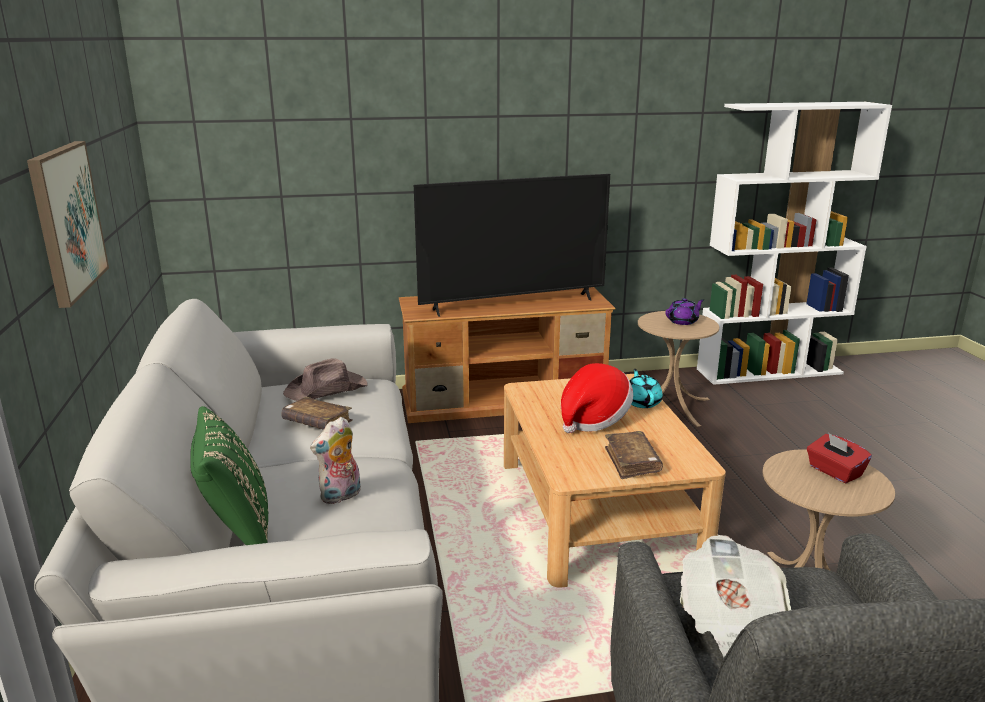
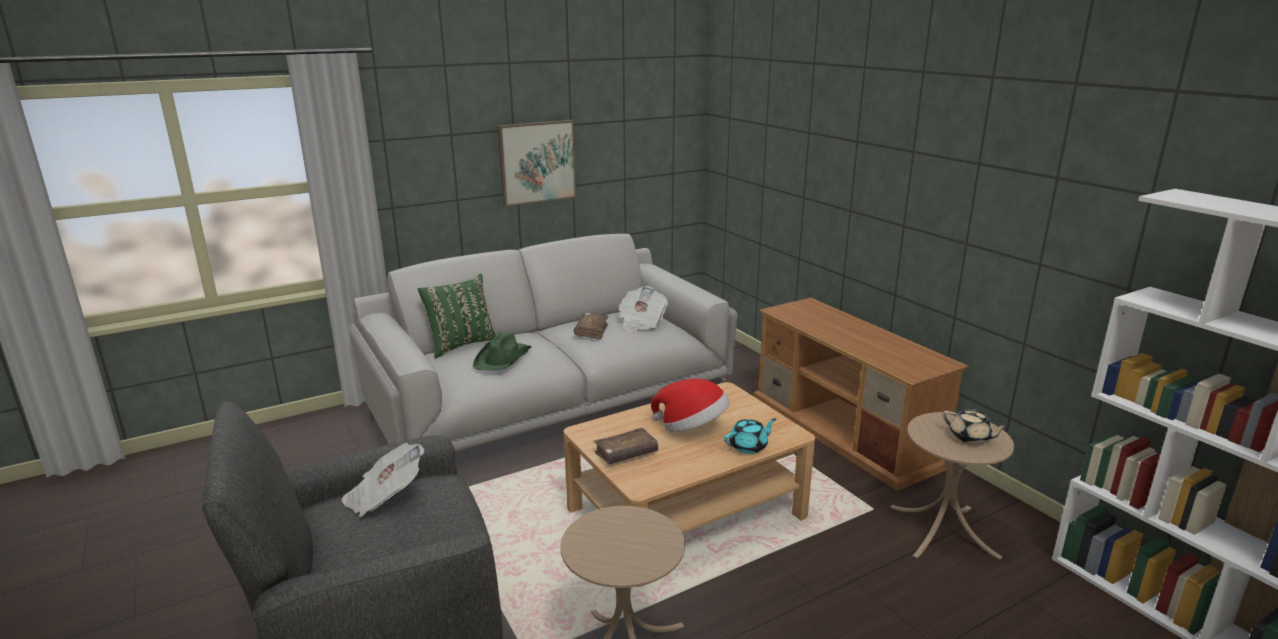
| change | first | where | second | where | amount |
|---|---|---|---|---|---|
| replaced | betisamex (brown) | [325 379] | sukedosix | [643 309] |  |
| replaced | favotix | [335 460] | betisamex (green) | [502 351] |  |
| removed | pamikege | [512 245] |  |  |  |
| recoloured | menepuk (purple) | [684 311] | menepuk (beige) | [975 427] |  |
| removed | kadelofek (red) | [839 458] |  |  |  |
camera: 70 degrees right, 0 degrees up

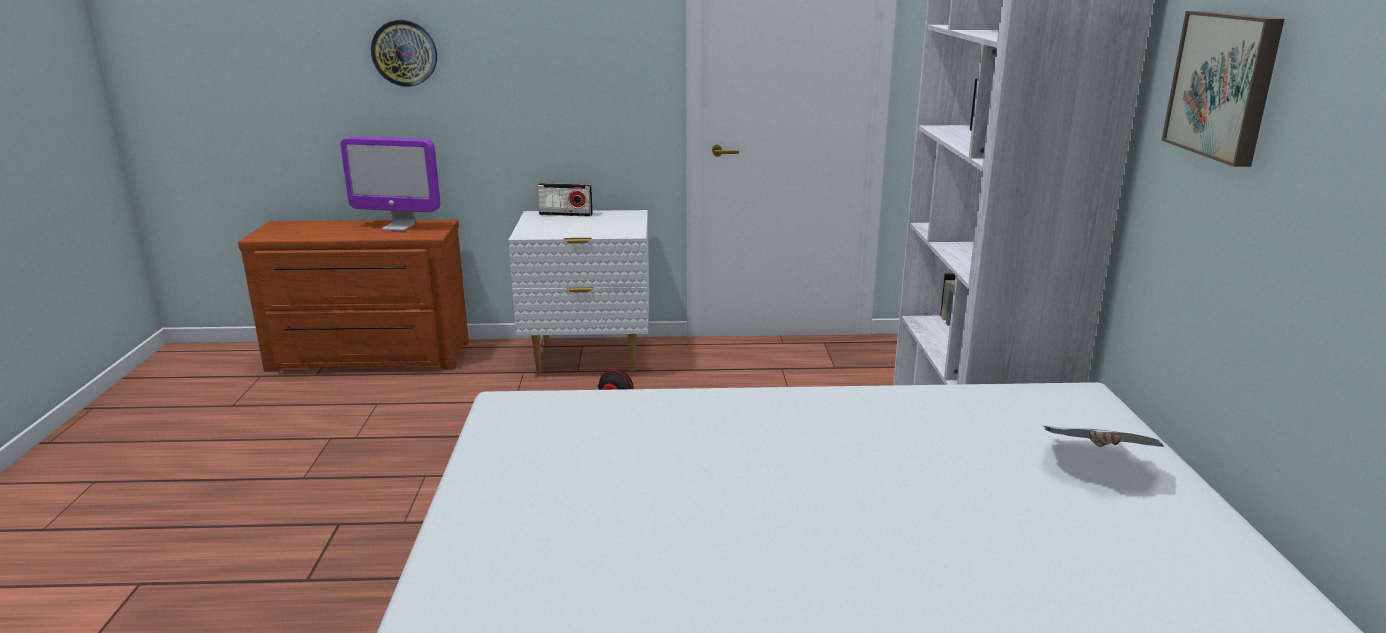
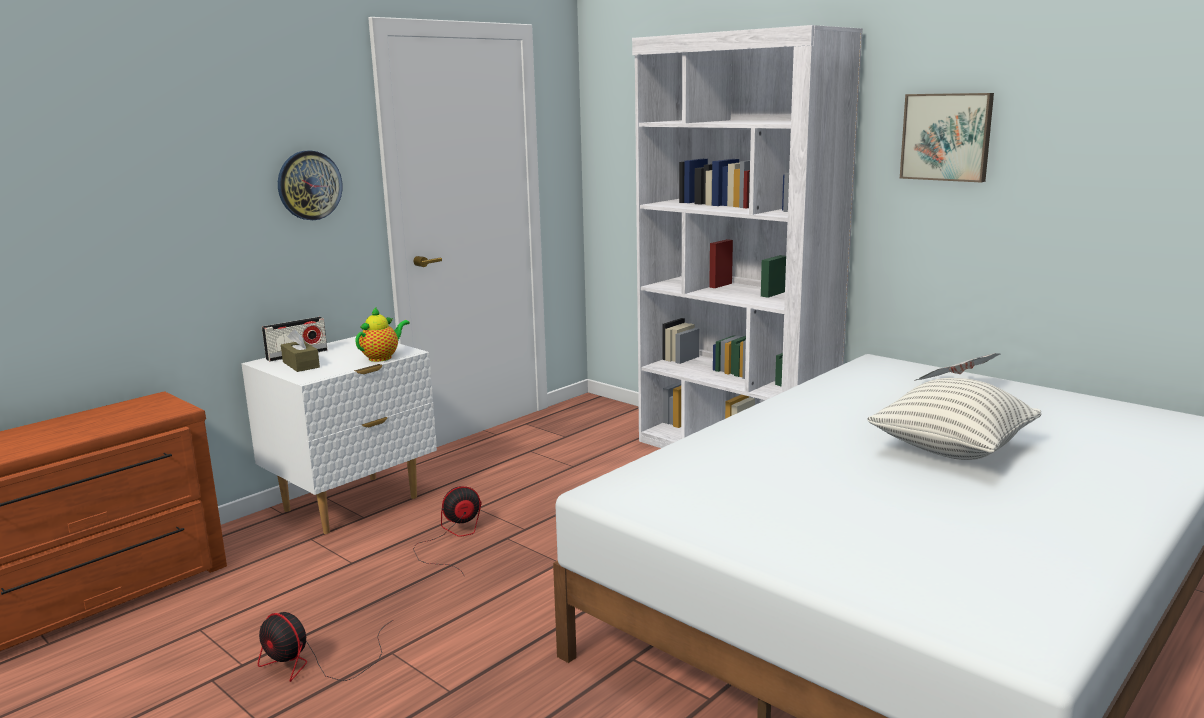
| change | first | where | second | where | amount |
|---|---|---|---|---|---|
| removed | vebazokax | [390 184] |  |  |  |
| moved | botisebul | [404 53] |  | [310 185] |  |
| added |  |  | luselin | [325 647] |  |
| added |  |  | kadelofek (brown) | [300 350] |  |
| added |  |  | menepuk | [382 335] |  |
| added |  |  | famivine | [954 419] |  |
camera: 45 degrees left, 5 degrees down

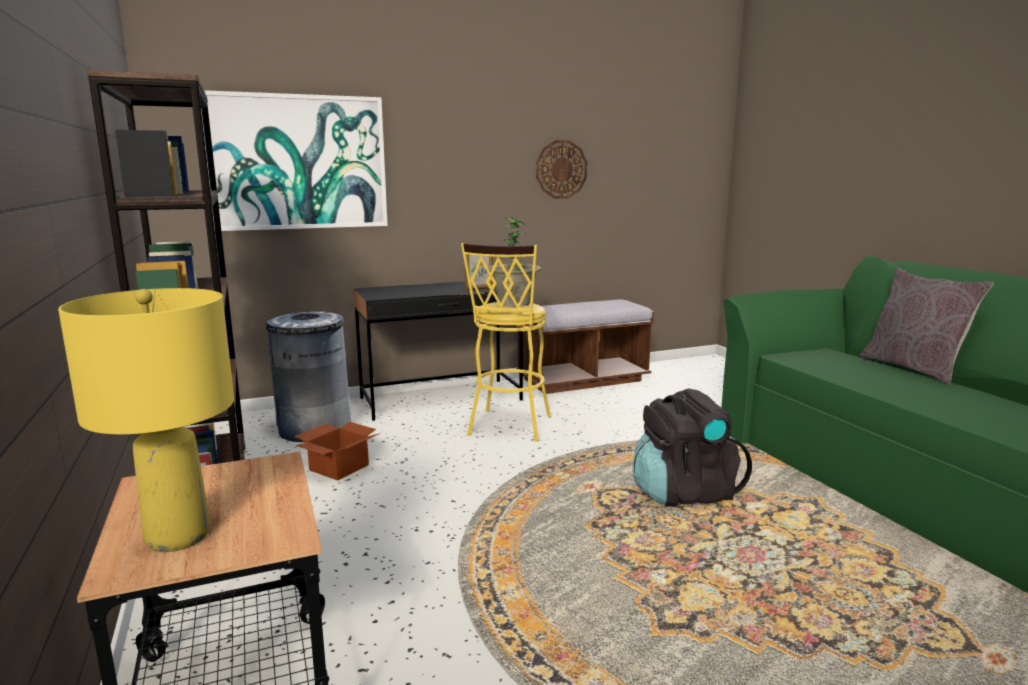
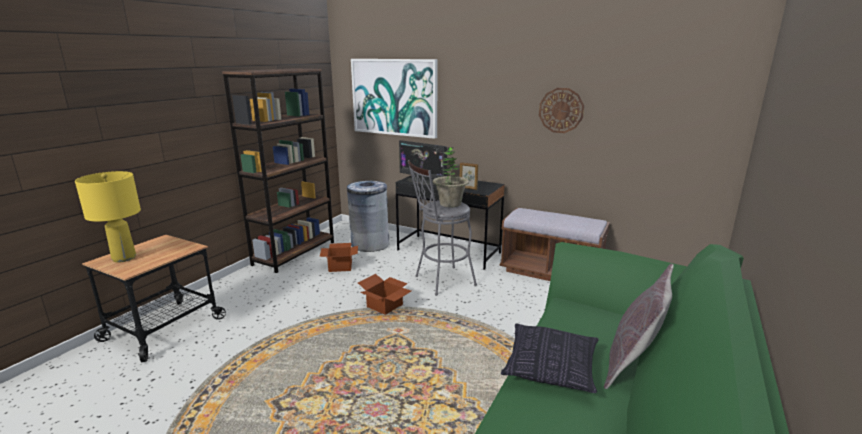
| change | first | where | second | where | amount |
|---|---|---|---|---|---|
| recoloured | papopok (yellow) | [506 342] | papopok (grey) | [442 228] |  |
| removed | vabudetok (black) | [692 447] |  |  |  |
| added |  |  | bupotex | [384 294] |  |
| added |  |  | vebazokax | [423 162] |  |
| added |  |  | famivine | [550 358] |  |
camera: 50 degrees right, 5 degrees up

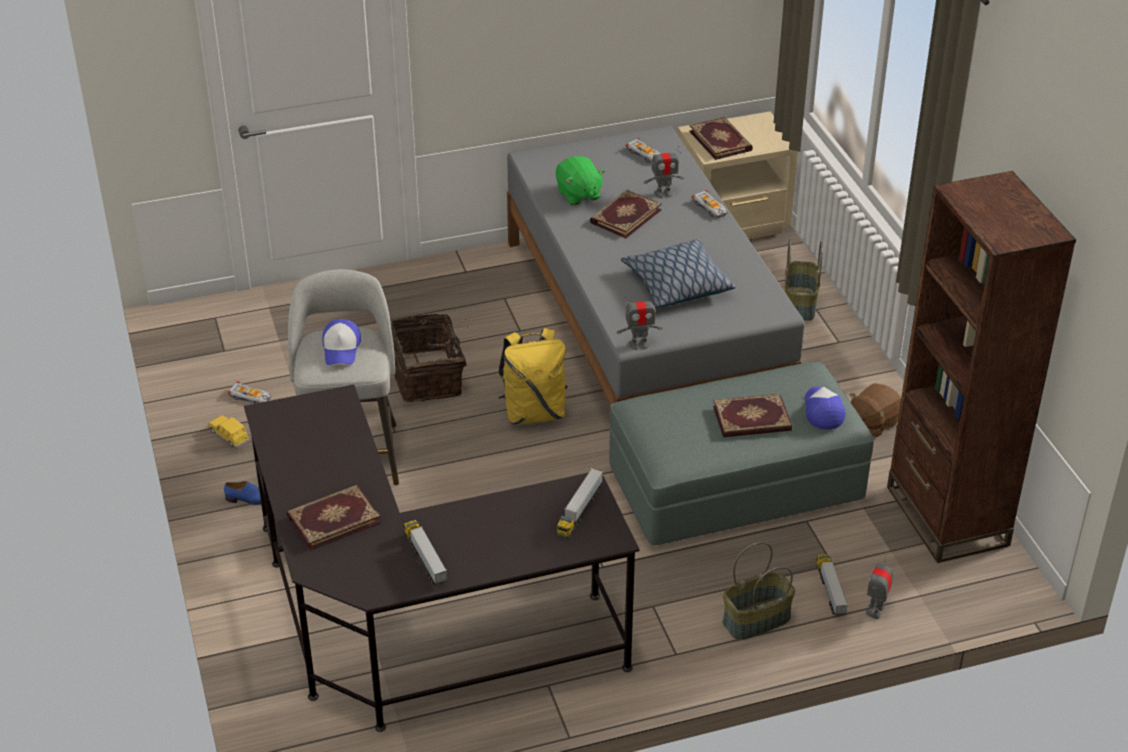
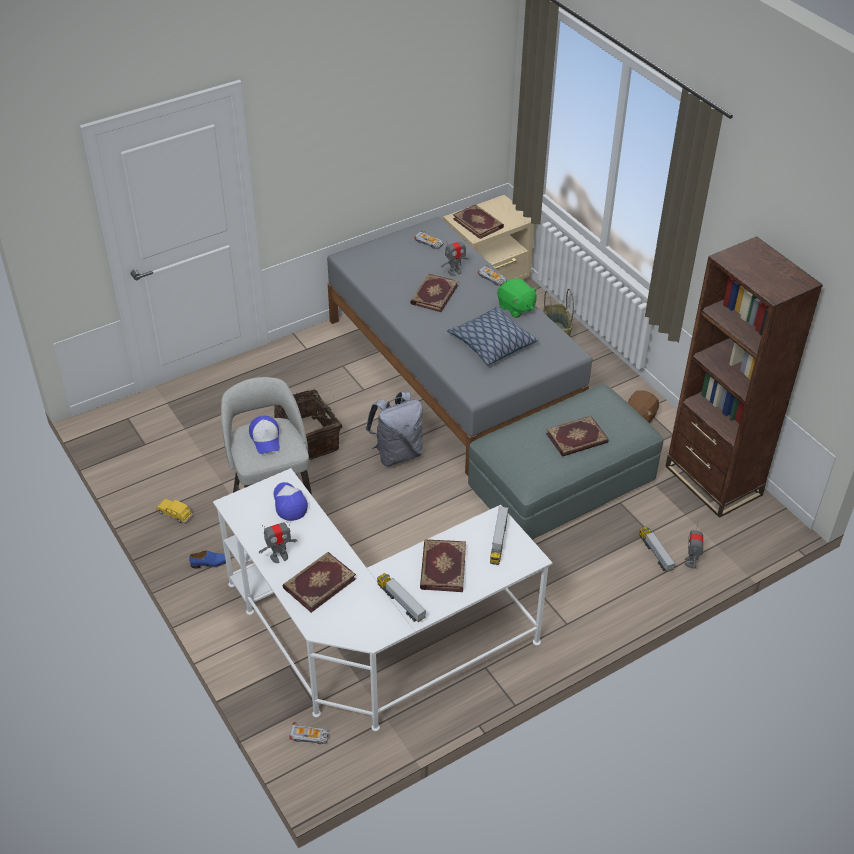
| change | first | where | second | where | amount |
|---|---|---|---|---|---|
| moved | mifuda | [249 392] |  | [309 733] |  |
| recoloured | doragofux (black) | [441 558] | doragofux (white) | [383 599] |  |
| recoloured | vabudetok (yellow) | [533 376] | vabudetok (grey) | [394 429] |  |
| moved | favotix (green) | [580 180] |  | [517 298] |  |
| moved | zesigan | [639 322] |  | [278 540] |  |
| removed | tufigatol | [758 591] |  |  |  |
| moved | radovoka | [825 408] |  | [291 501] |  |
| added |  |  | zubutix | [443 565] |  |
camera: 15 degrees left, 5 degrees up

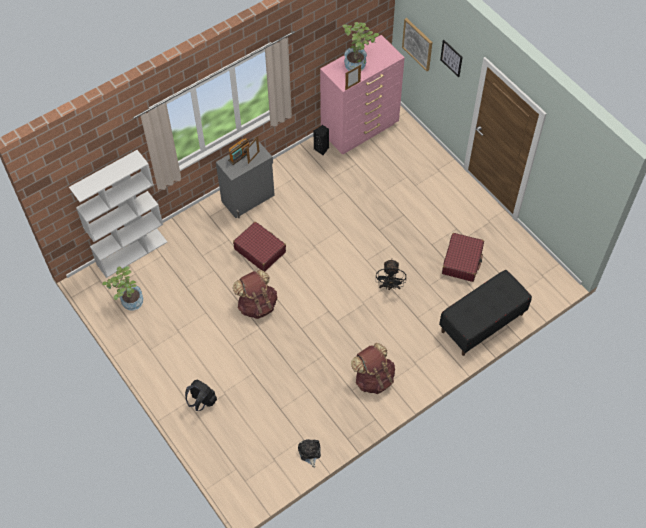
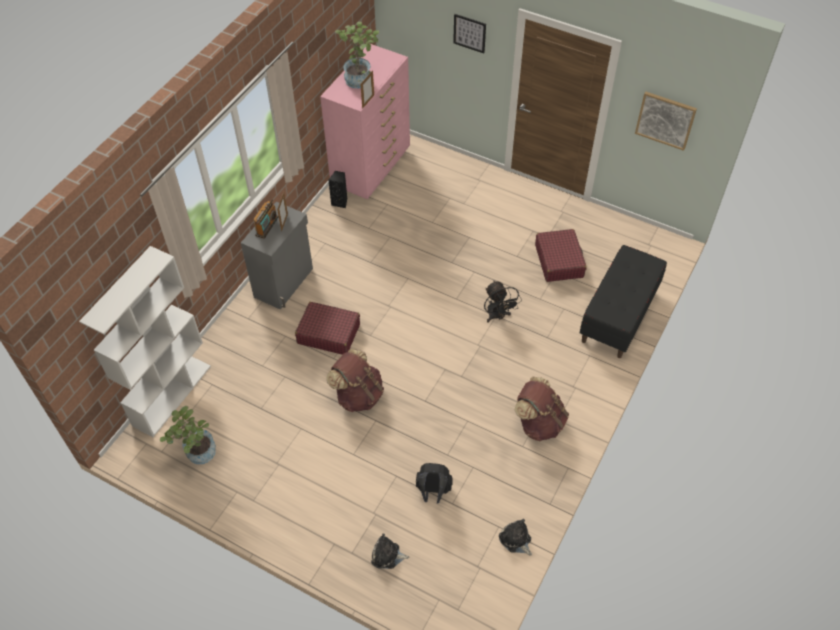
| change | first | where | second | where | amount |
|---|---|---|---|---|---|
| moved | vabudetok (black) | [201 395] |  | [434 483] |  |
| moved | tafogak | [417 44] |  | [666 121] |  |
| added |  |  | favotix | [390 551] |  |
camera: 25 degrees left, 5 degrees down

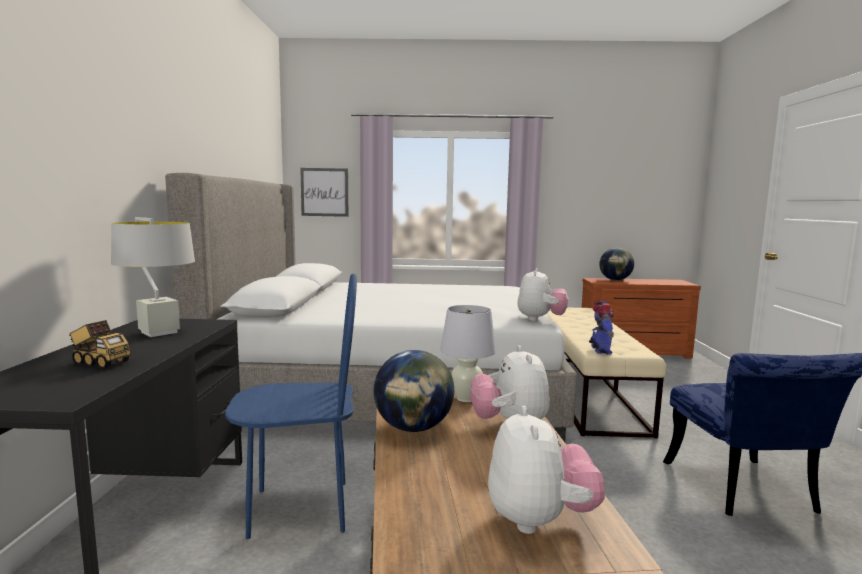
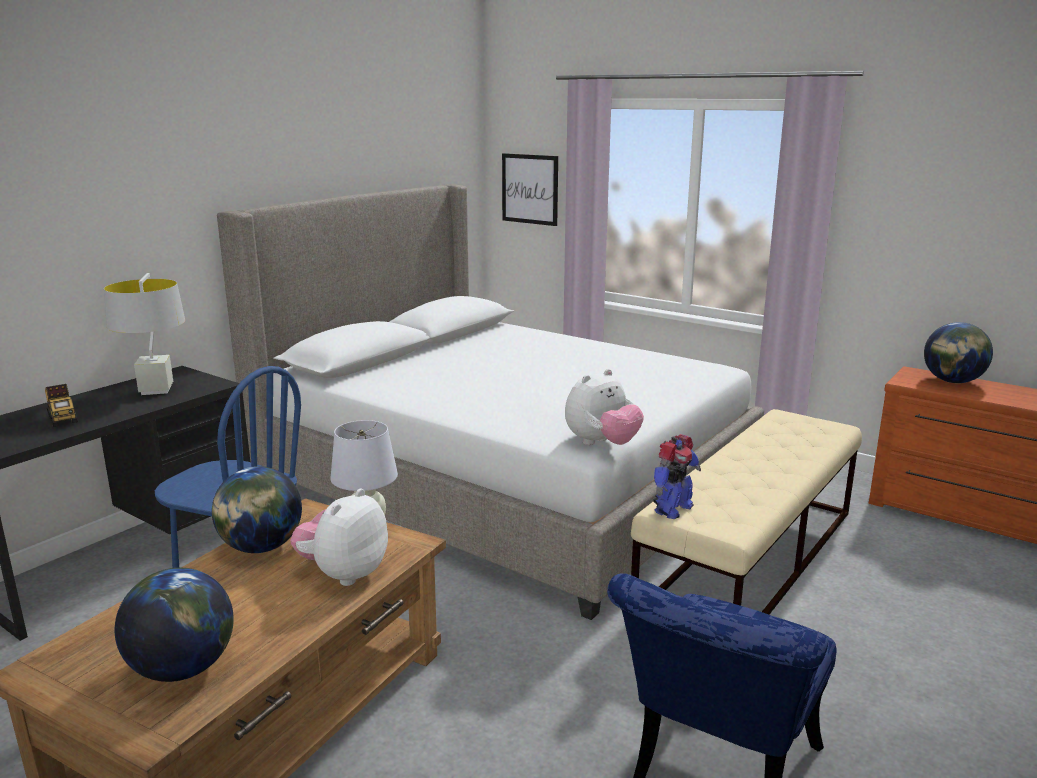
| change | first | where | second | where | amount |
|---|---|---|---|---|---|
| replaced | favotix | [546 470] | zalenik | [174 625] |  |
camera: 35 degrees right, 10 degrees up

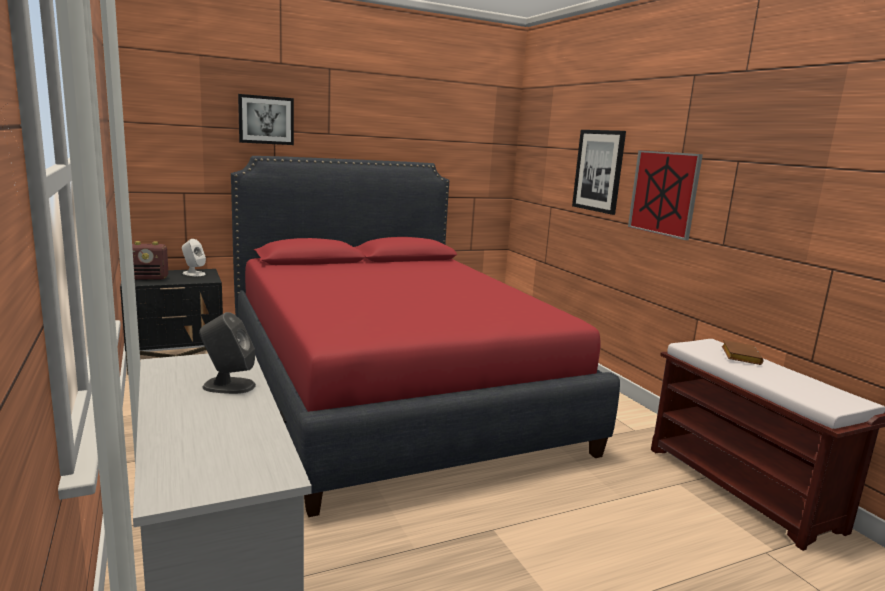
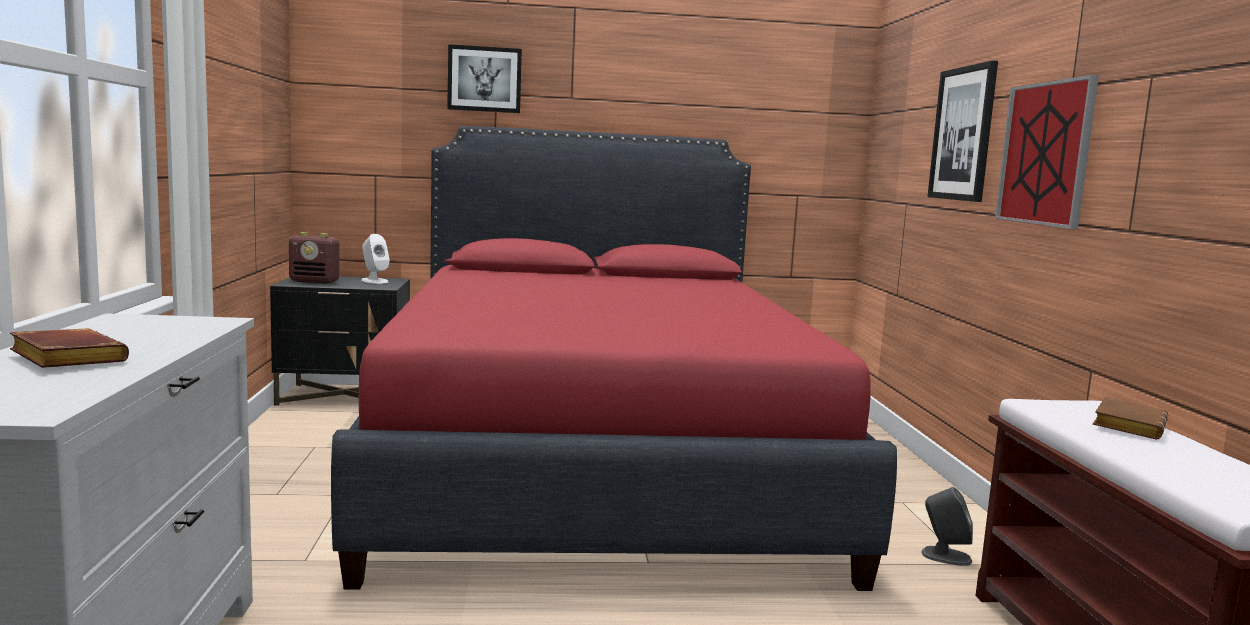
| change | first | where | second | where | amount |
|---|---|---|---|---|---|
| moved | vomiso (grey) | [227 353] |  | [947 526] |  |
| added |  |  | zubutix (brown) | [69 348] |  |
camera: 20 degrees right, 5 degrees down

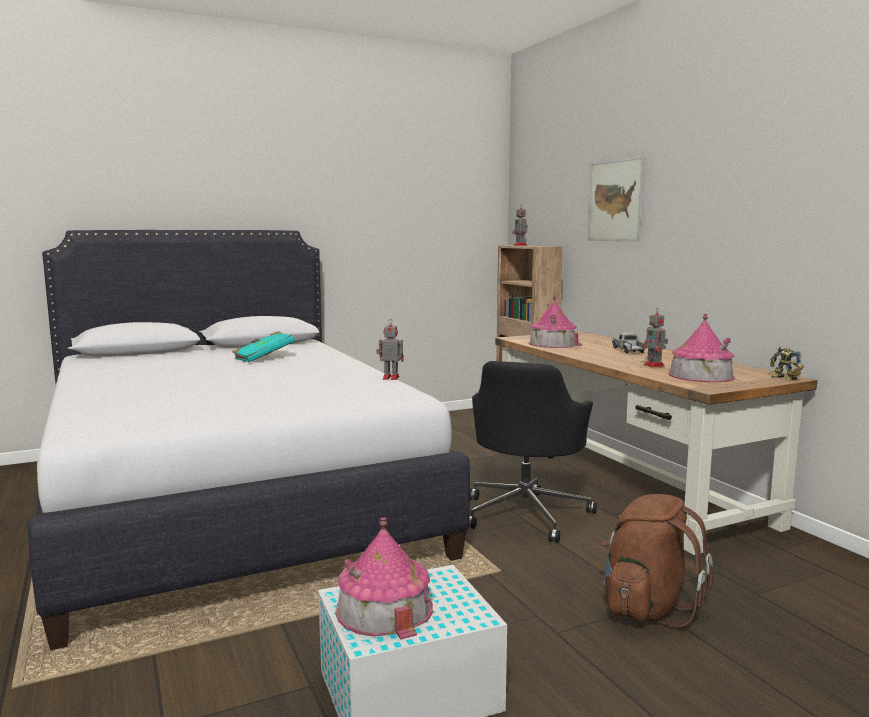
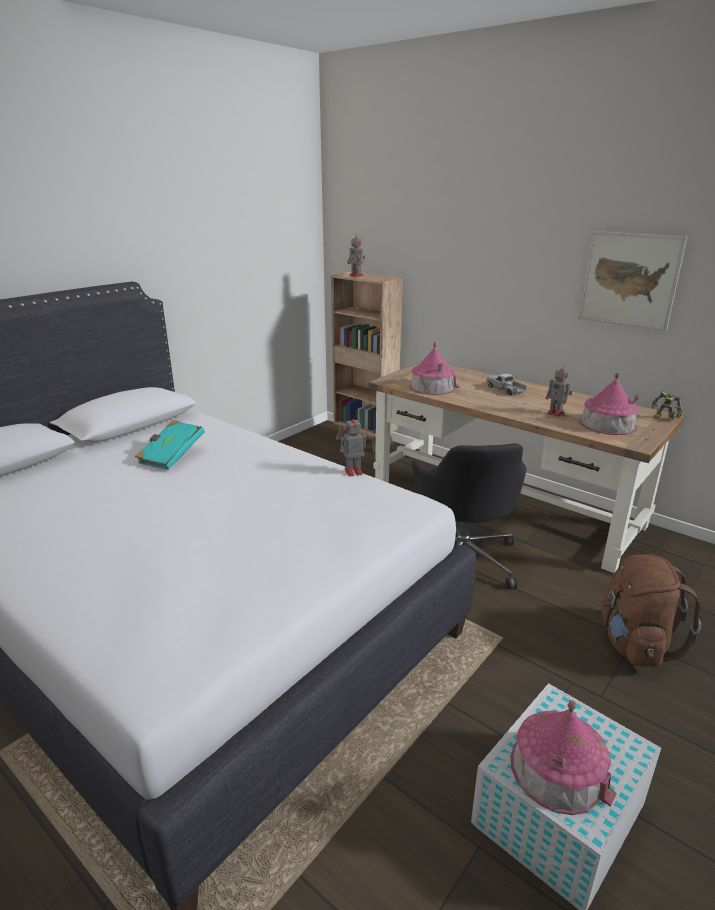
| change | first | where | second | where | amount |
|---|---|---|---|---|---|
| moved | tafogak | [616 198] |  | [632 281] |  |
camera: 25 degrees left, 15 degrees up

